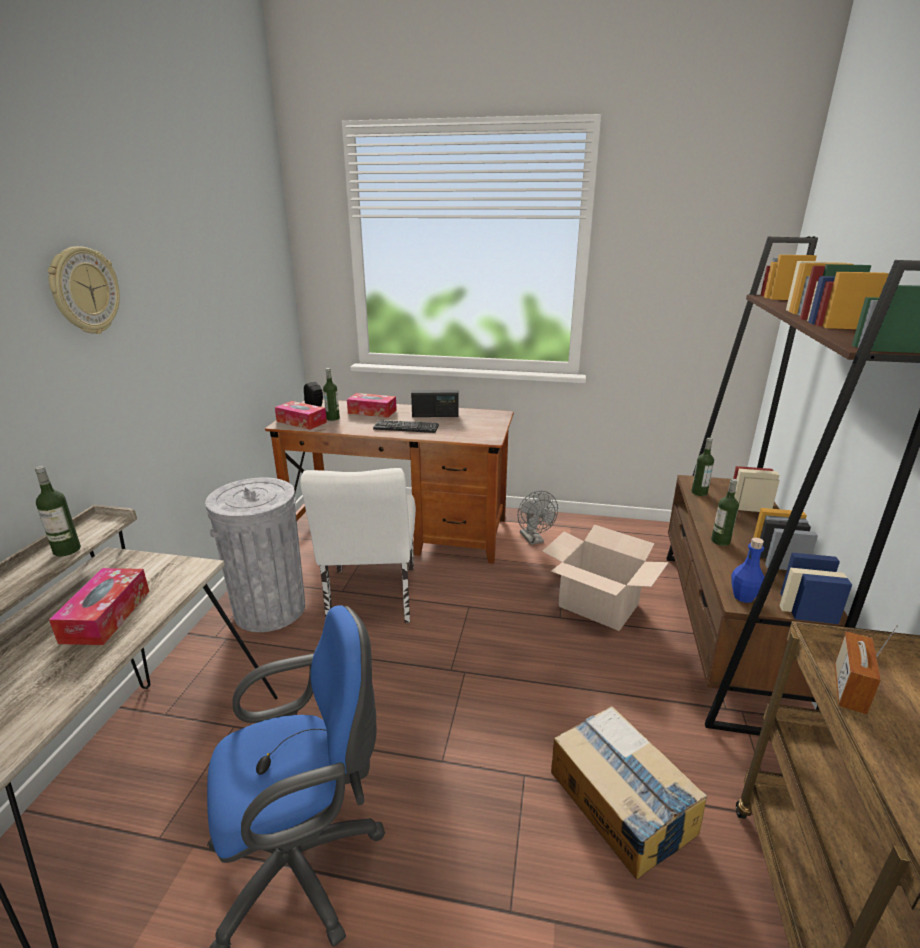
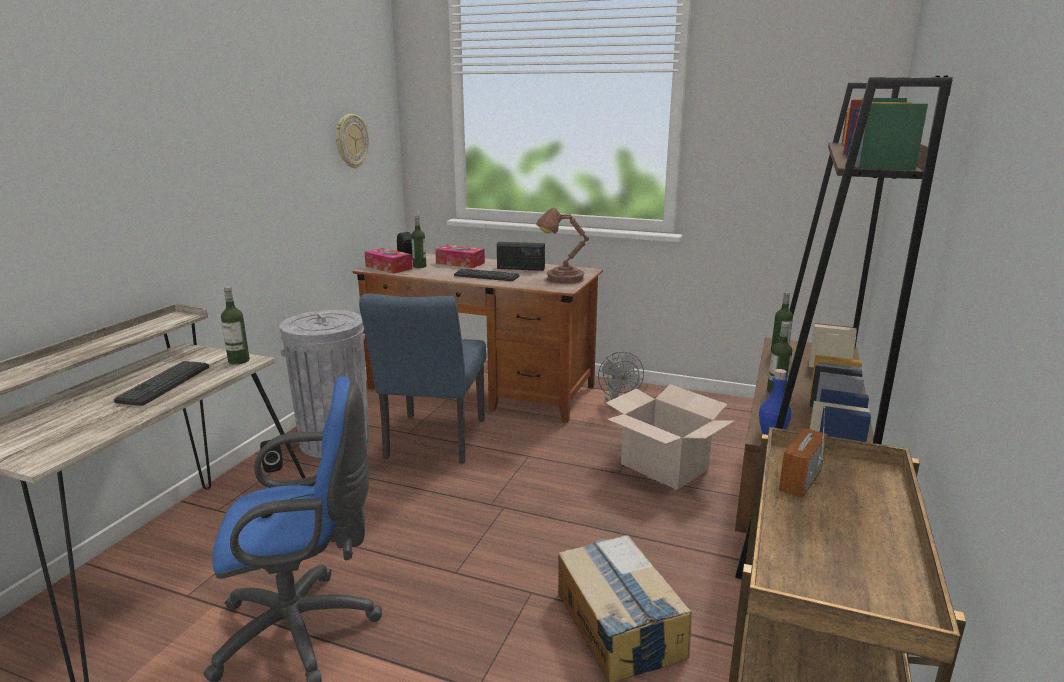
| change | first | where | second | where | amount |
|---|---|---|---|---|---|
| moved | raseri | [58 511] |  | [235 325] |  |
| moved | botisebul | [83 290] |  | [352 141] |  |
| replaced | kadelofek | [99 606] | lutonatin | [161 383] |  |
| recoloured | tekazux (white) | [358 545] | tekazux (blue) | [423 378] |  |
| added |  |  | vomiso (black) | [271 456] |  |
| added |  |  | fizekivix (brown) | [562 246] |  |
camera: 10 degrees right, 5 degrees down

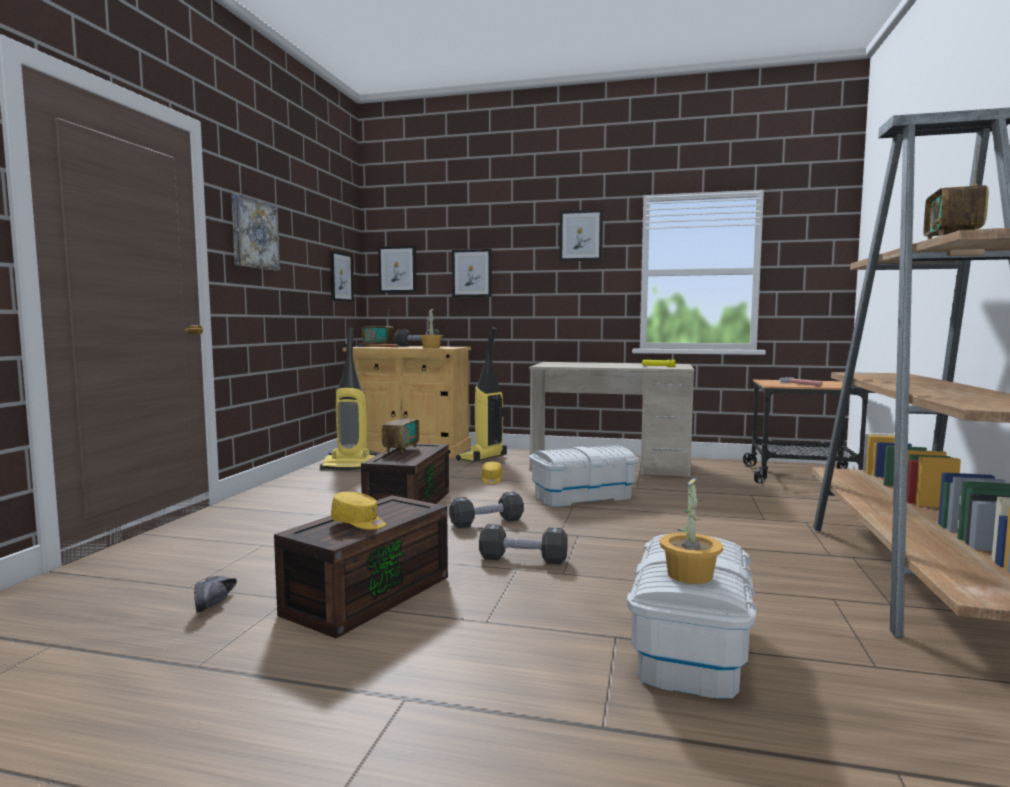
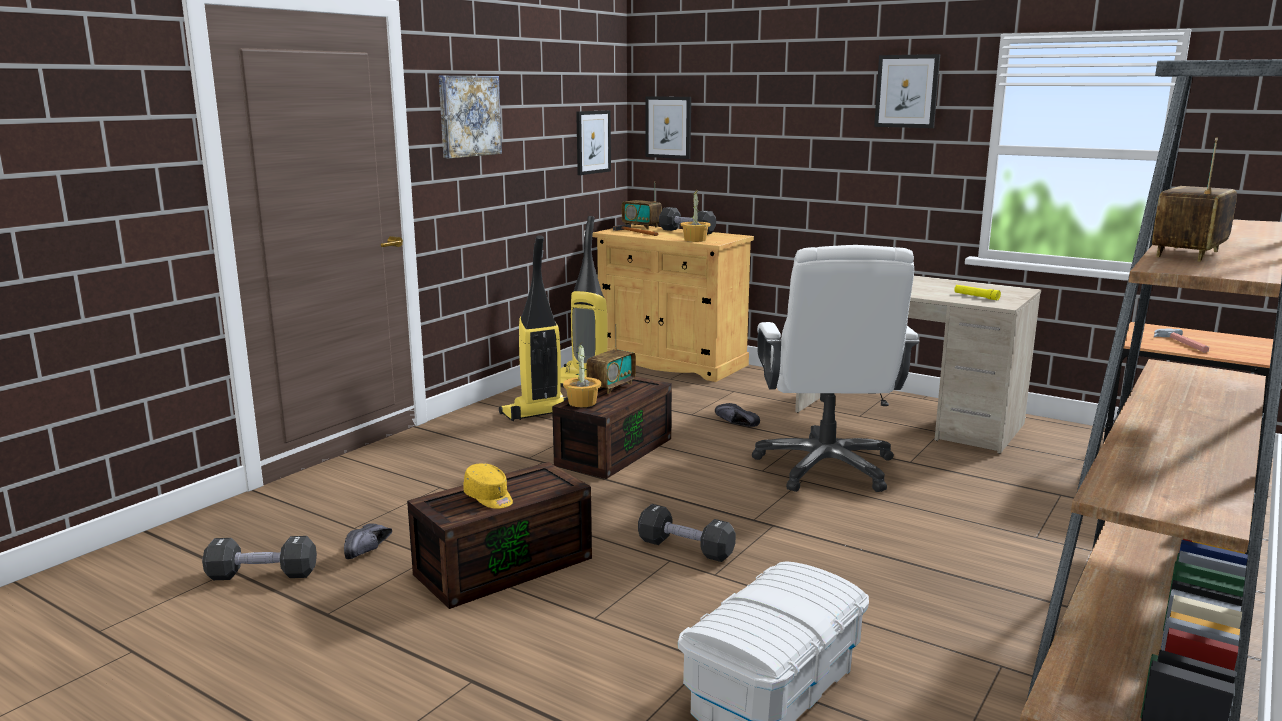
| change | first | where | second | where | amount |
|---|---|---|---|---|---|
| moved | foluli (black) | [486 510] |  | [259 558] |  |
| removed | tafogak | [472 273] |  |  |  |
| moved | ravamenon | [481 394] |  | [533 328] |  |
| replaced | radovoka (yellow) | [492 473] | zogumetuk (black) | [737 415] |  |
| replaced | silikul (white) | [584 476] | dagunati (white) | [836 368] |  |
| moved | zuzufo | [691 530] |  | [582 374] |  |
camera: 20 degrees right, 10 degrees up

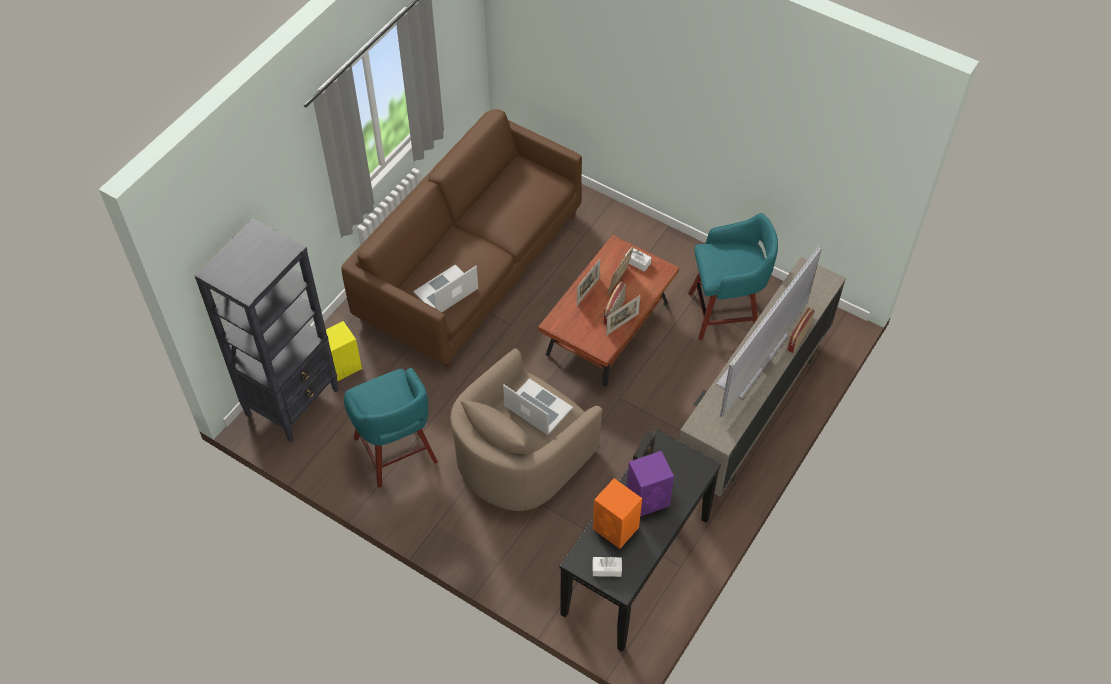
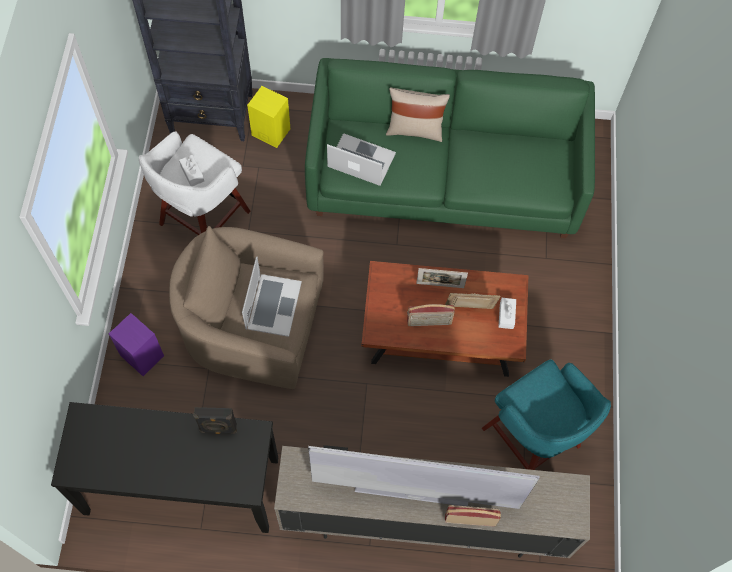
| change | first | where | second | where | amount |
|---|---|---|---|---|---|
| recoloured | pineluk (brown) | [461 238] | pineluk (green) | [450 148] |  |
| recoloured | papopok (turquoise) | [391 427] | papopok (white) | [195 183] |  |
| moved | kadelofek (white) | [607 567] |  | [191 170] |  |
| removed | vomiso (orange) | [617 513] |  |  |  |
| removed | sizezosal | [623 315] |  |  |  |
| moved | vomiso (purple) | [650 483] |  | [136 344] |  |
| added |  |  | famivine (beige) | [418 115] |  |
camera: 60 degrees right, 10 degrees up

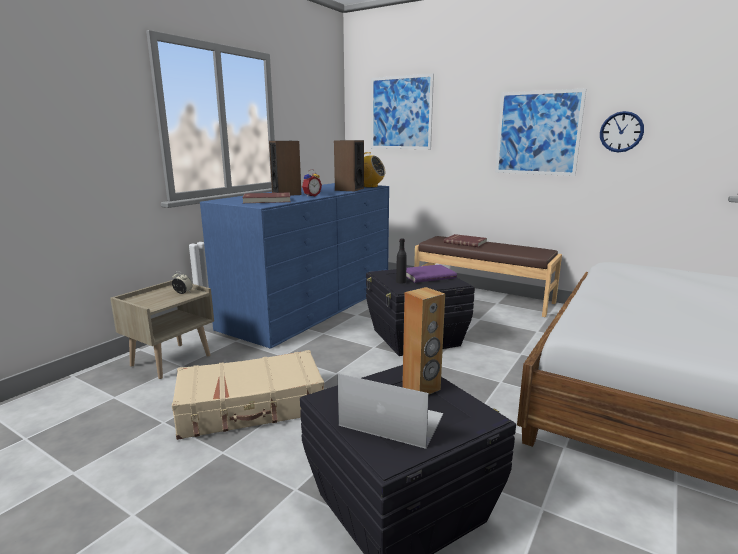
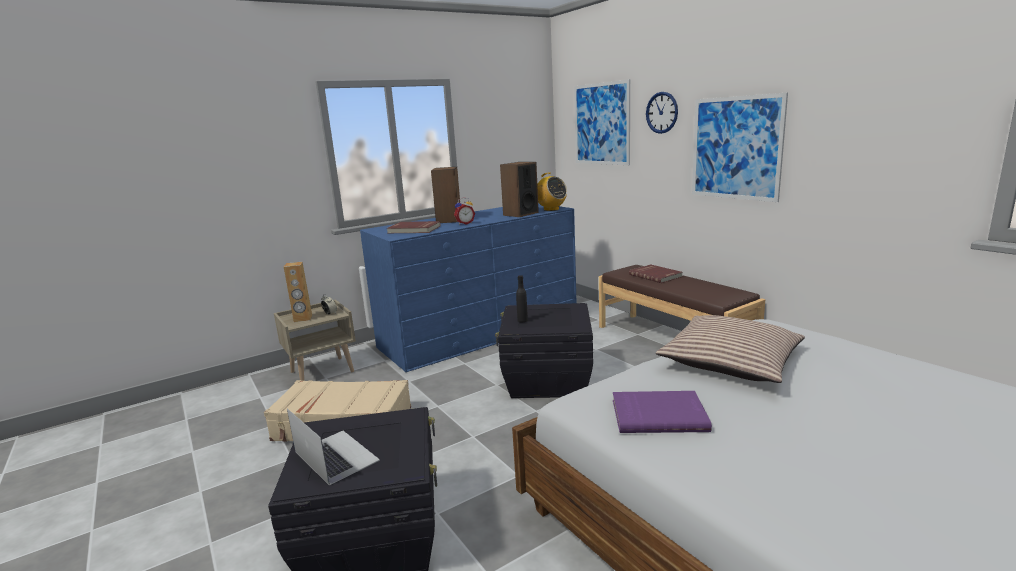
| change | first | where | second | where | amount |
|---|---|---|---|---|---|
| moved | vomiso (brown) | [423 340] |  | [298 292] |  |
| moved | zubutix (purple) | [431 273] |  | [662 412] |  |
| moved | botisebul | [622 131] |  | [662 113] |  |
| added |  |  | famivine | [730 349] |  |
camera: 25 degrees right, 0 degrees up

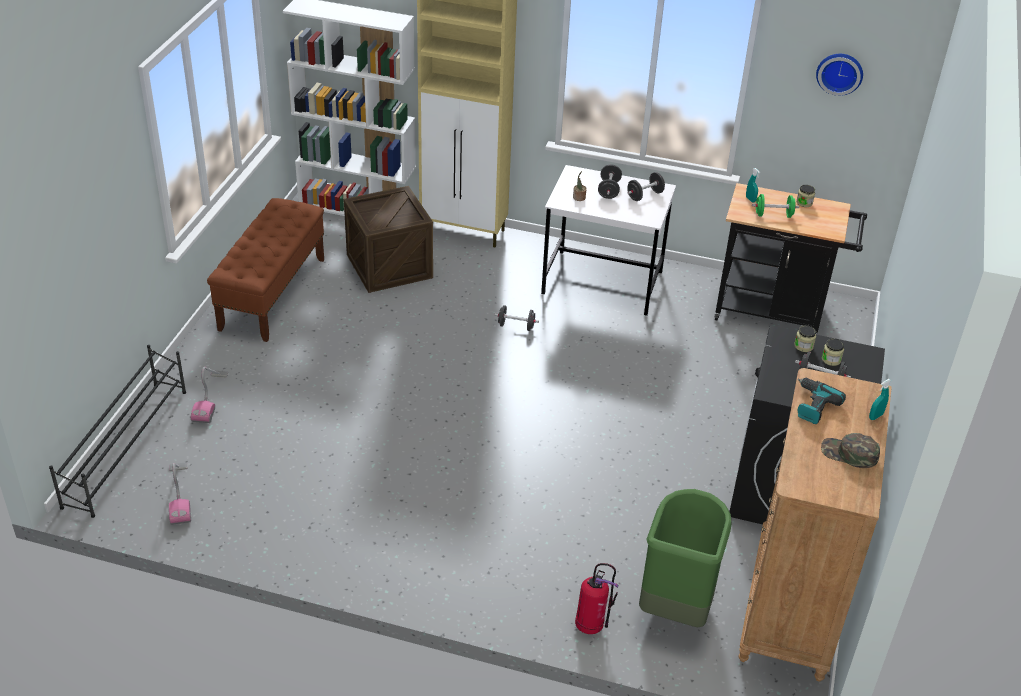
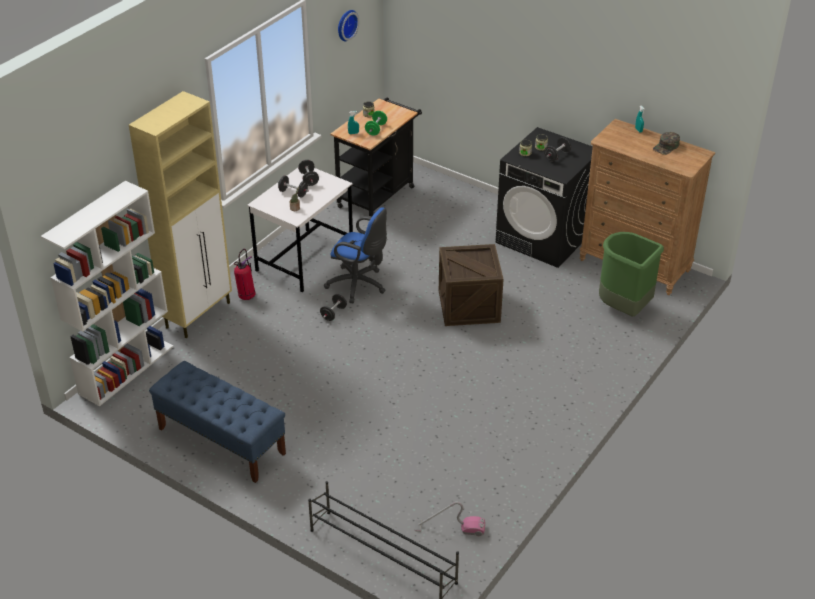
| change | first | where | second | where | amount |
|---|---|---|---|---|---|
| removed | ravamenon | [209 395] |  |  |  |
| recoloured | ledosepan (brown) | [265 270] | ledosepan (blue) | [217 422] |  |
| moved | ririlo | [388 239] |  | [471 285] |  |
| moved | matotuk | [596 598] |  | [245 274] |  |
| removed | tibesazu | [822 401] |  |  |  |
| added |  |  | dagunati (blue) | [355 255] |  |
camera: 70 degrees left, 0 degrees up

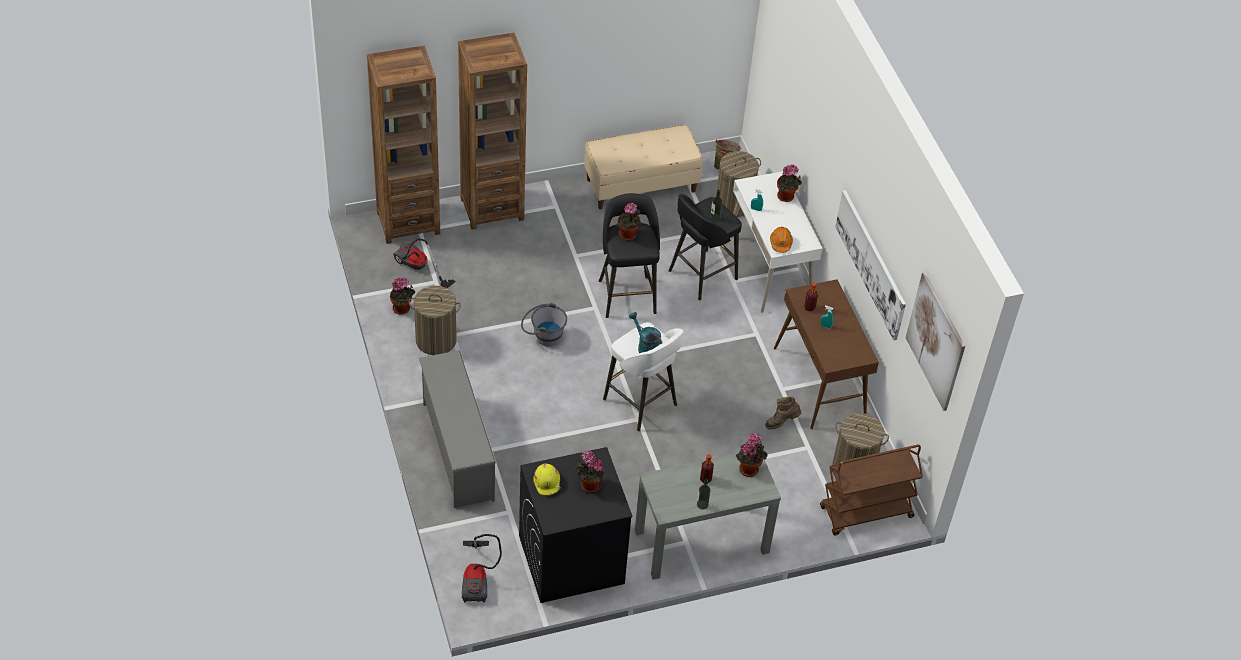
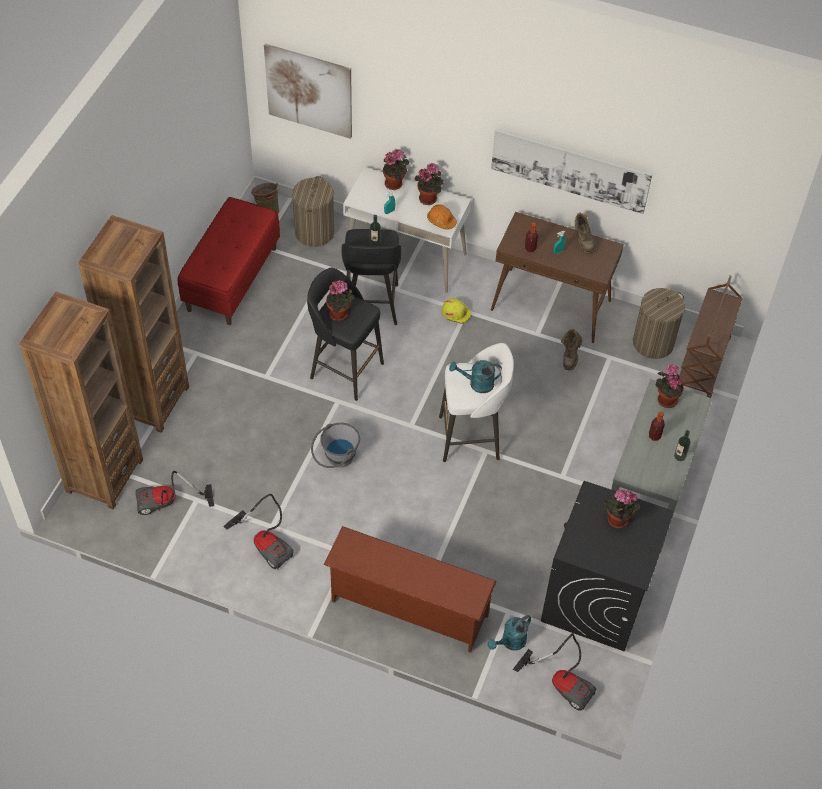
| change | first | where | second | where | amount |
|---|---|---|---|---|---|
| moved | zuzufo | [402 295] |  | [429 183] |  |
| replaced | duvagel | [435 320] | ravamenon | [258 532] |  |
| recoloured | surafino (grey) | [457 429] | surafino (brown) | [410 589] |  |
| moved | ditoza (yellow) | [547 479] |  | [456 311] |  |
| recoloured | ledosepan (beige) | [643 167] | ledosepan (red) | [229 261] |  |
| moved | tafogak | [935 341] |  | [308 91] |  |
| added |  |  | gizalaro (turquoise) | [509 633] |  |
| added |  |  | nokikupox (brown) | [585 233] |  |
camera: 50 degrees left, 5 degrees up

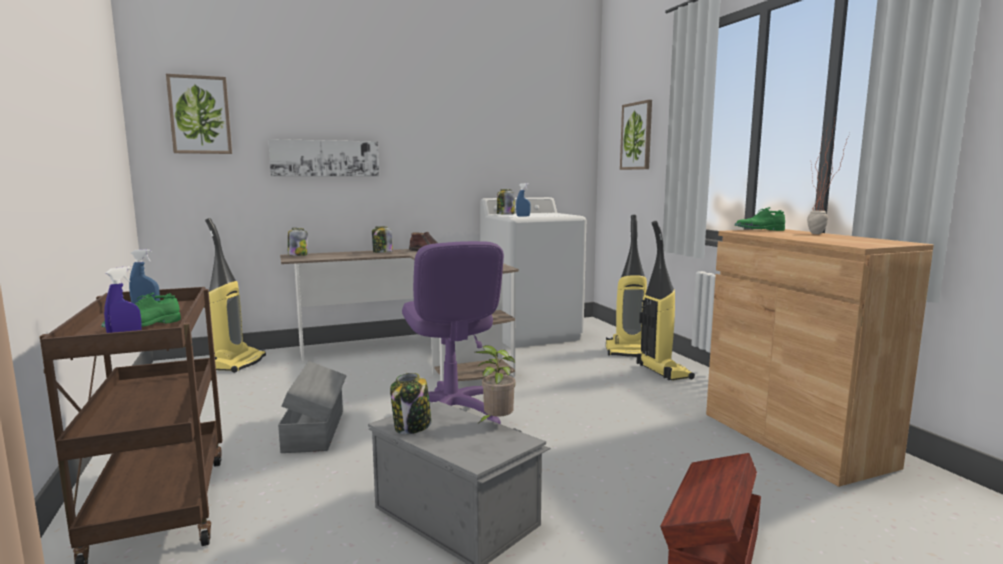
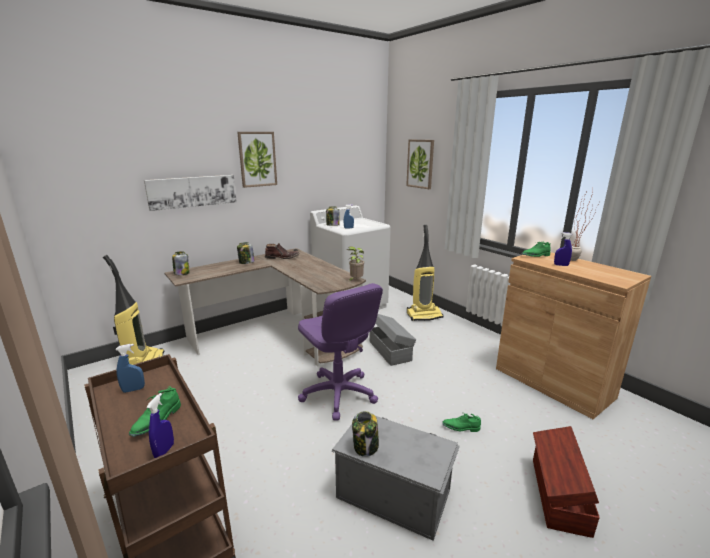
| change | first | where | second | where | amount |
|---|---|---|---|---|---|
| moved | tafogak | [199 114] |  | [257 160] |  |
| moved | silikul (grey) | [312 407] |  | [392 340] |  |
| moved | zuzufo | [495 384] |  | [355 263] |  |
| removed | ravamenon | [665 301] |  |  |  |
| added |  |  | zogumetuk (green) | [461 422] |  |
| added |  |  | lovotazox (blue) | [563 249] |  |
camera: 15 degrees left, 10 degrees up

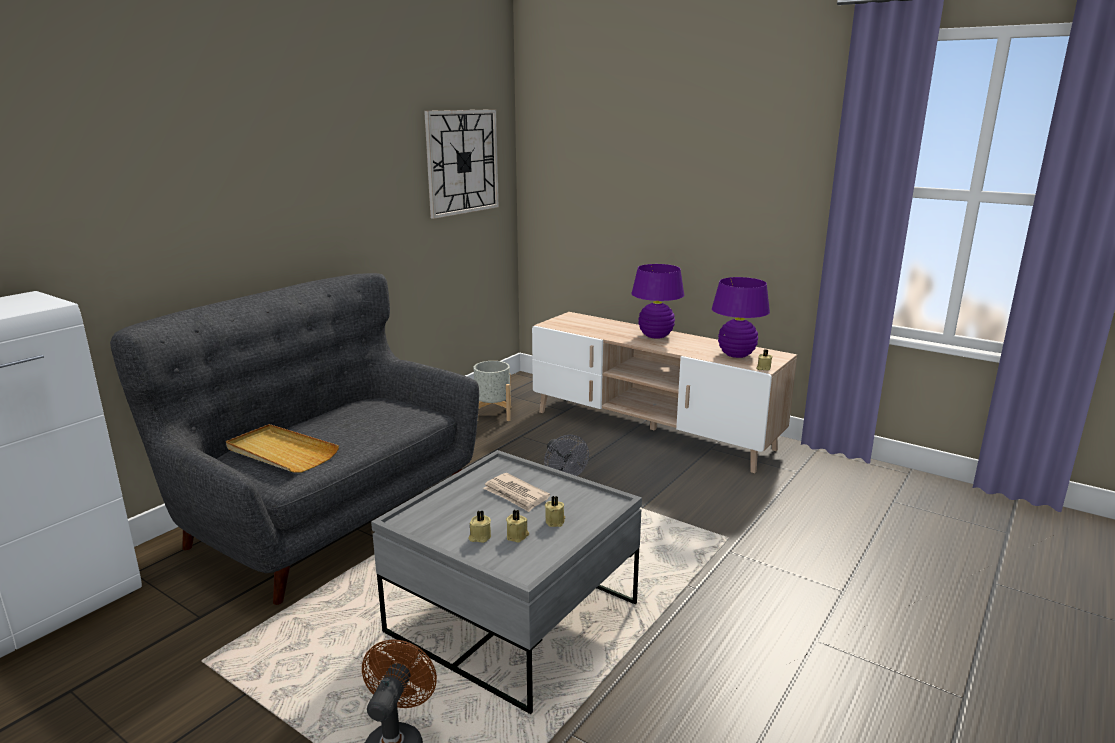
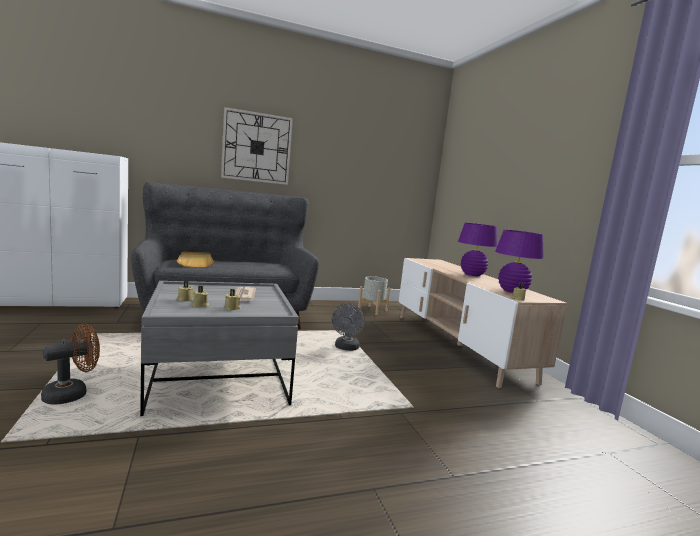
| change | first | where | second | where | amount |
|---|---|---|---|---|---|
| moved | botisebul | [461 164] |  | [257 146] |  |
camera: 35 degrees right, 10 degrees down

